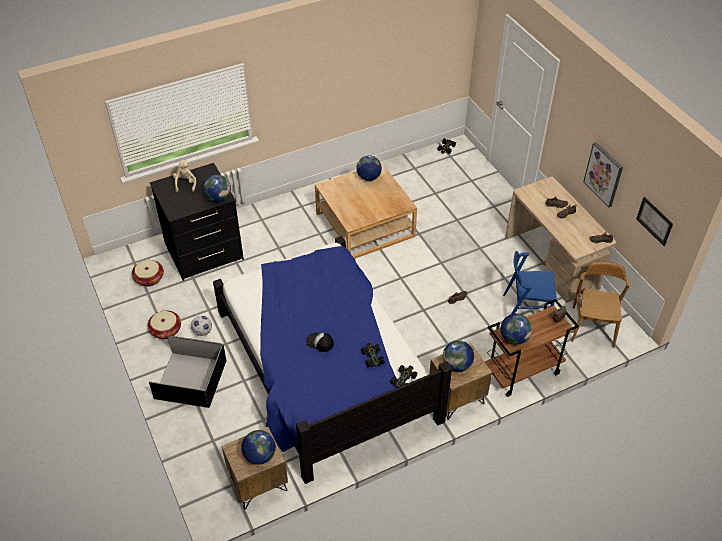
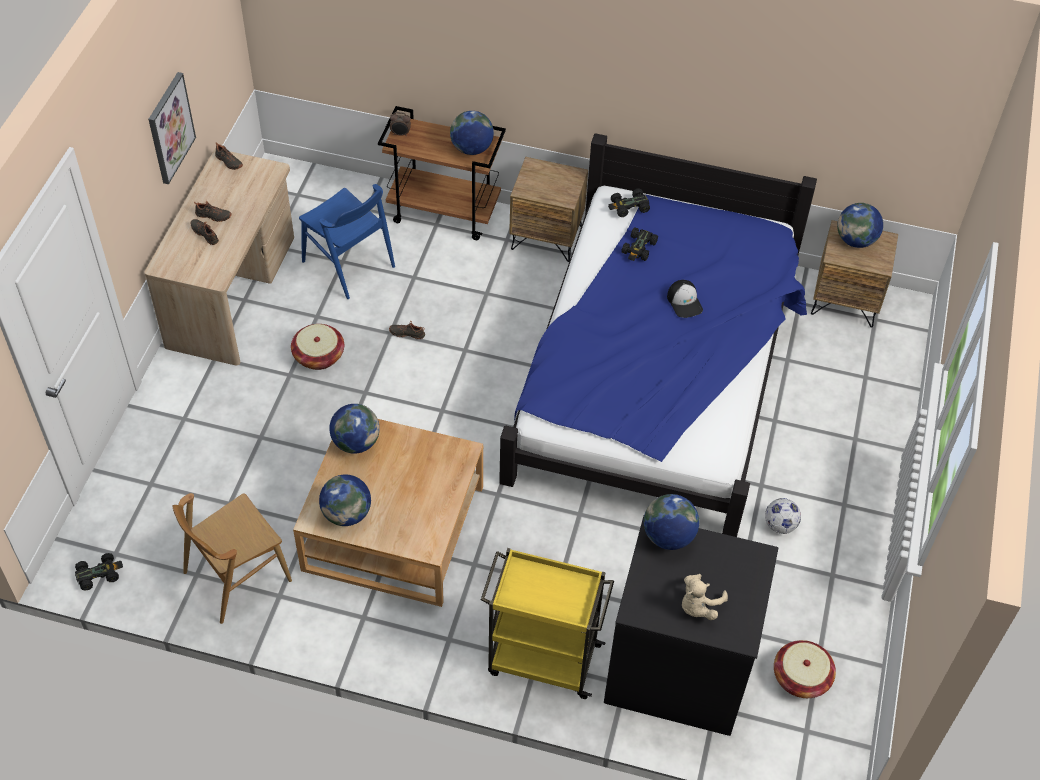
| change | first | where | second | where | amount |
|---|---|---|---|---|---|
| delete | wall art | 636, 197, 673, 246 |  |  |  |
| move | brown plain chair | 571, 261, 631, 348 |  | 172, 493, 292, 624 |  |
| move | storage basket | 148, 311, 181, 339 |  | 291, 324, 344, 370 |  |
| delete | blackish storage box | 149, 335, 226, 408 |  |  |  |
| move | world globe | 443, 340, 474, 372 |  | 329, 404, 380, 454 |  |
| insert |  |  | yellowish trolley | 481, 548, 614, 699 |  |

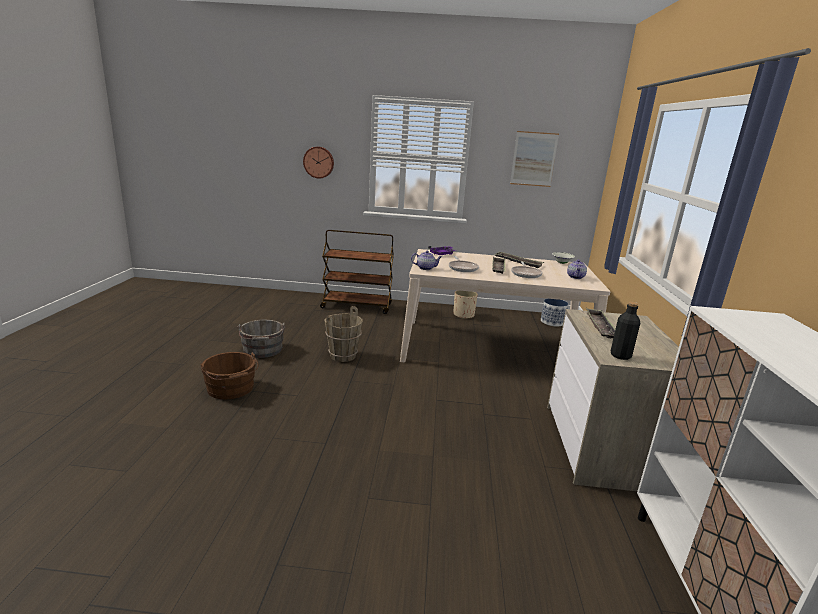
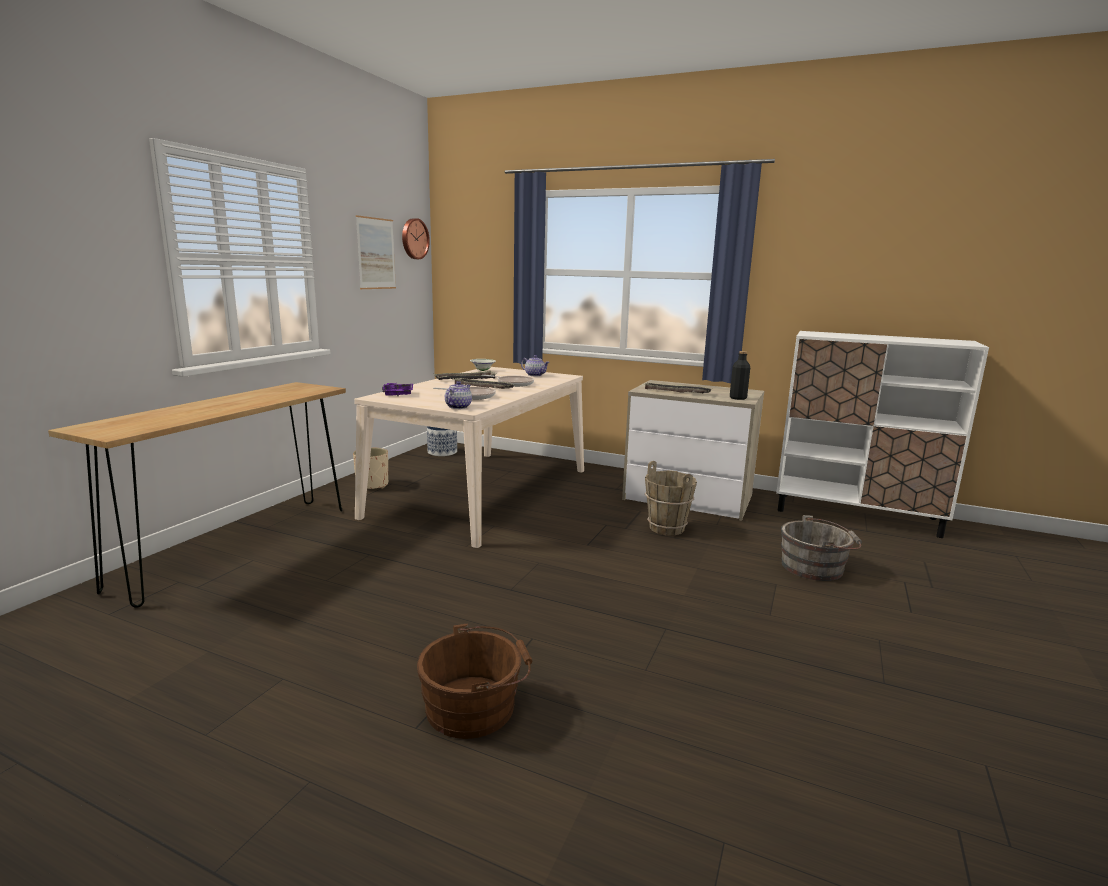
| change | first | where | second | where | amount |
|---|---|---|---|---|---|
| move | clock on the wall | 303, 147, 334, 178 |  | 402, 218, 430, 259 |  |
| replace | brown trolley | 320, 230, 394, 314 | brown narrow table | 48, 382, 346, 608 |  |
| move | brown pail | 324, 306, 363, 362 |  | 645, 461, 697, 536 |  |
| move | greyish pail | 238, 320, 285, 358 |  | 781, 515, 862, 581 |  |

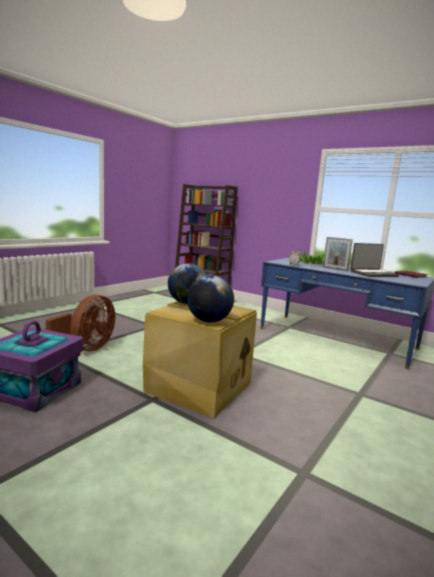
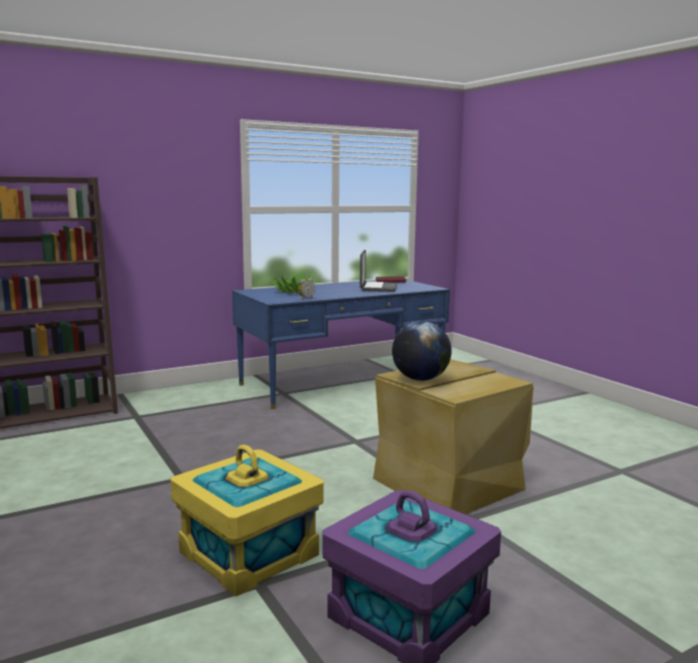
| change | first | where | second | where | amount |
|---|---|---|---|---|---|
| delete | photo frame | 323, 237, 353, 271 |  |  |  |
| delete | world globe | 187, 275, 234, 322 |  |  |  |
| replace | brown cooling fan | 46, 295, 115, 351 | yellowish storage box | 171, 445, 323, 597 |  |

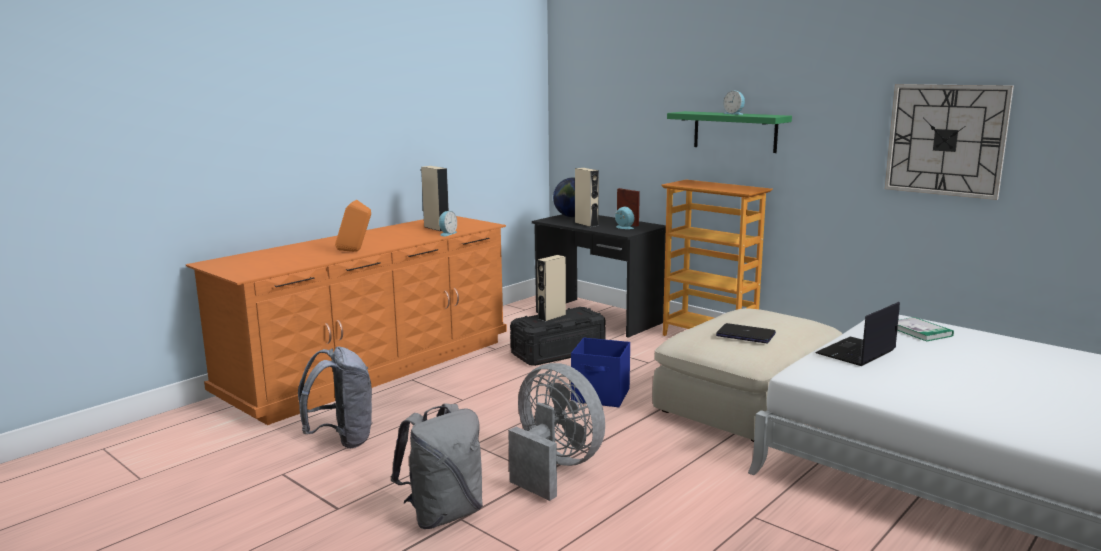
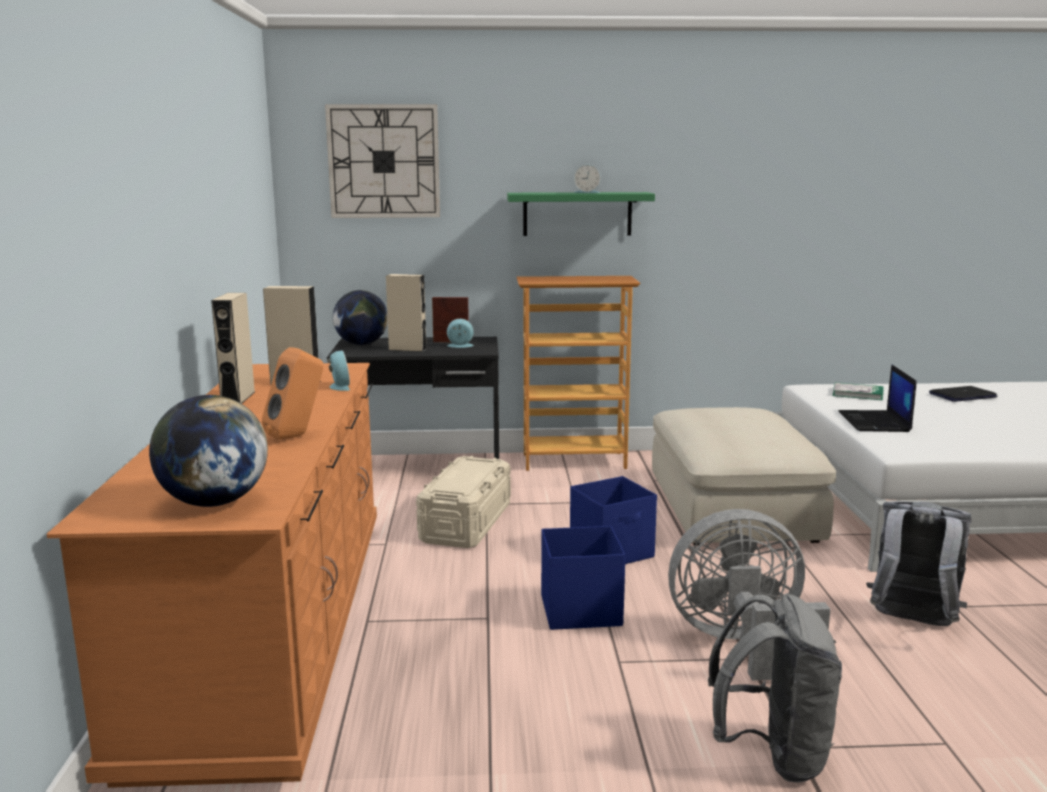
| change | first | where | second | where | amount |
|---|---|---|---|---|---|
| move | clock on the wall | 885, 84, 1014, 200 |  | 325, 104, 440, 218 |  |
| move | beige speaker | 537, 255, 566, 322 |  | 211, 293, 255, 404 |  |
| recolor | blackish storage box | 510, 307, 606, 366 | beige storage box | 416, 456, 511, 548 |  |
| move | portable computer | 716, 323, 776, 344 |  | 929, 386, 998, 402 |  |
| move | greyish backpack | 298, 347, 373, 449 |  | 866, 501, 972, 626 |  |
| insert |  |  | world globe | 149, 395, 268, 507 |  |
| insert |  |  | blue storage box | 541, 526, 625, 630 |  |

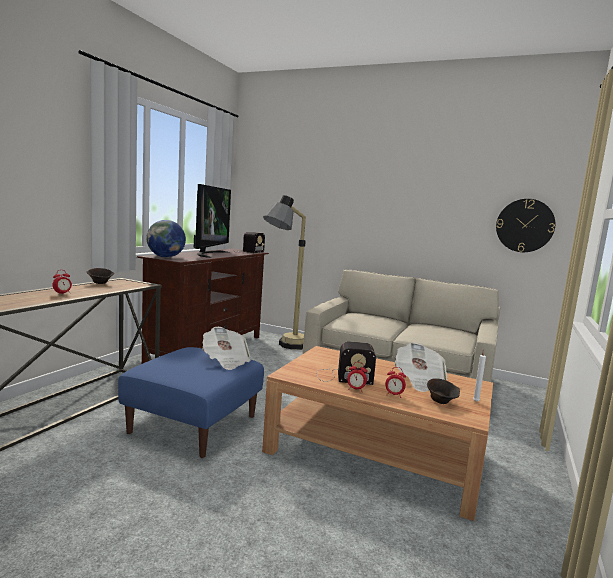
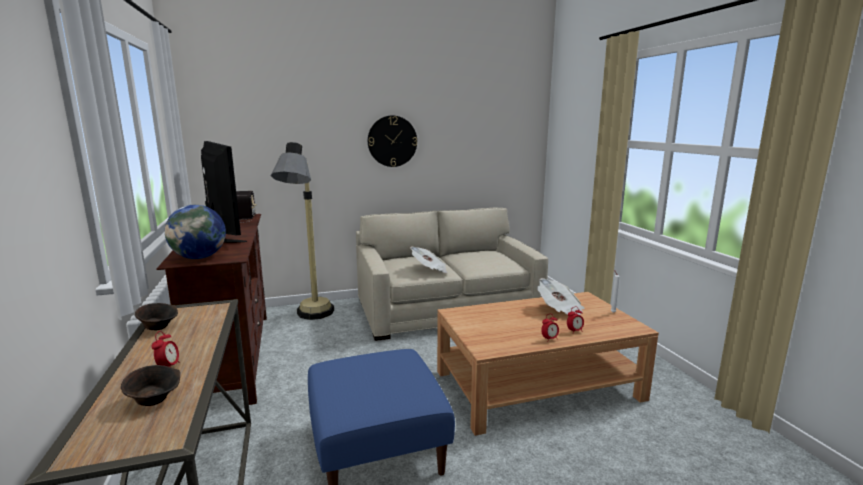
| change | first | where | second | where | amount |
|---|---|---|---|---|---|
| move | clock on the wall | 496, 199, 555, 252 |  | 368, 115, 417, 167 |  |
| move | printed paper | 202, 327, 250, 370 |  | 410, 247, 447, 273 |  |
| delete | radio receiver | 316, 341, 376, 385 |  |  |  |
| move | brown deep dish | 427, 378, 460, 404 |  | 121, 365, 180, 406 |  |

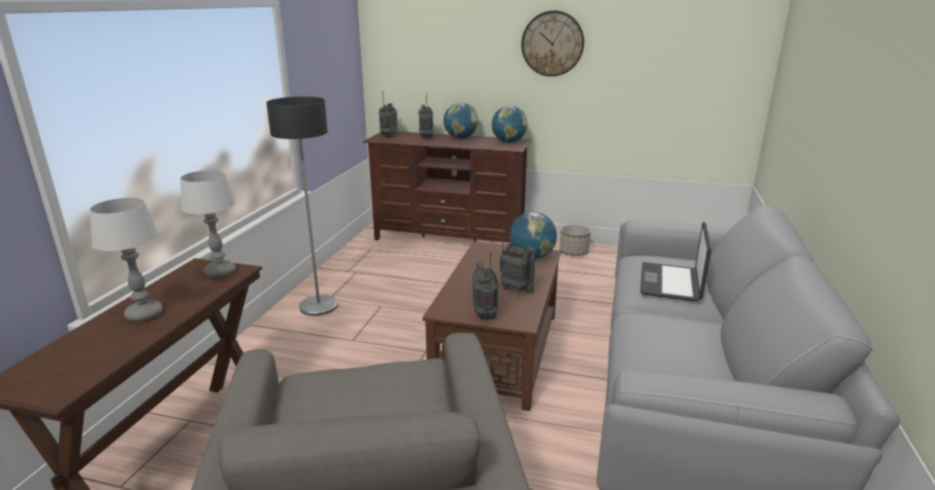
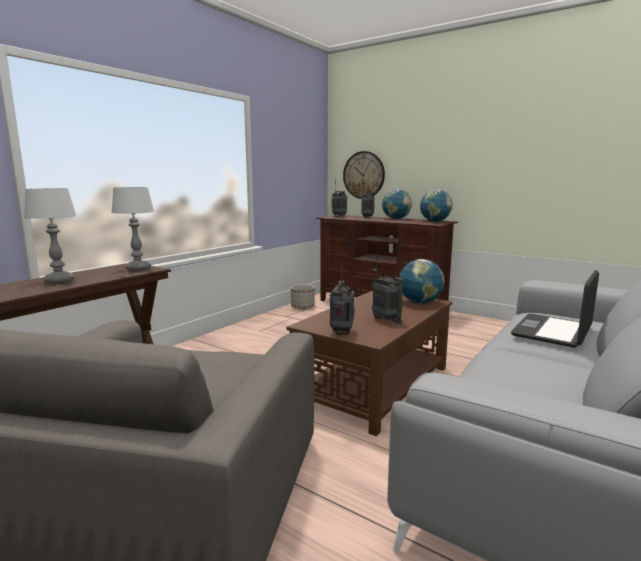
| change | first | where | second | where | amount |
|---|---|---|---|---|---|
| move | clock on the wall | 521, 10, 584, 77 |  | 343, 151, 385, 199 |  |
| delete | floor lamp | 266, 97, 338, 316 |  |  |  |
| move | flower pot | 560, 224, 591, 256 |  | 291, 285, 315, 309 |  |

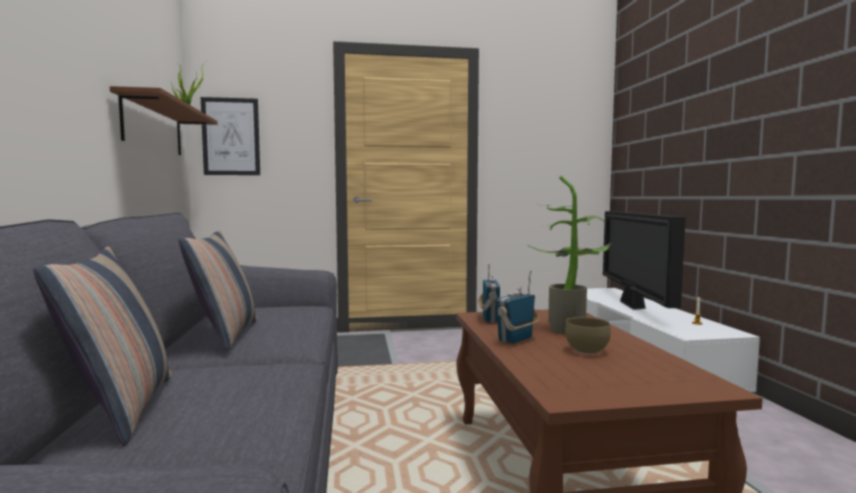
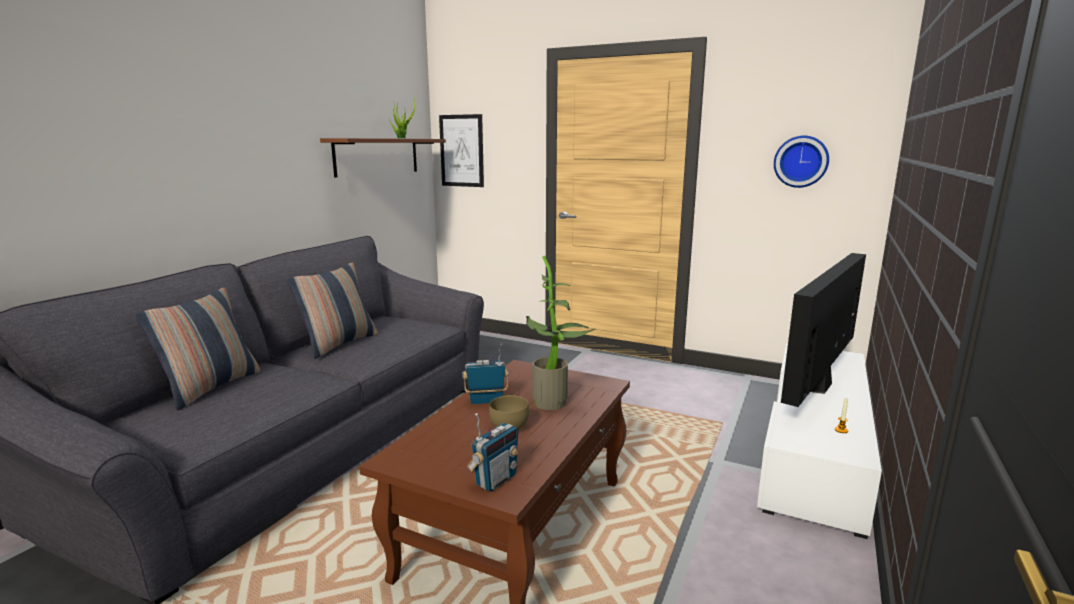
| change | first | where | second | where | amount |
|---|---|---|---|---|---|
| move | radio receiver | 478, 263, 501, 323 |  | 467, 413, 519, 492 |  |
| insert |  |  | clock on the wall | 774, 136, 829, 188 |  |

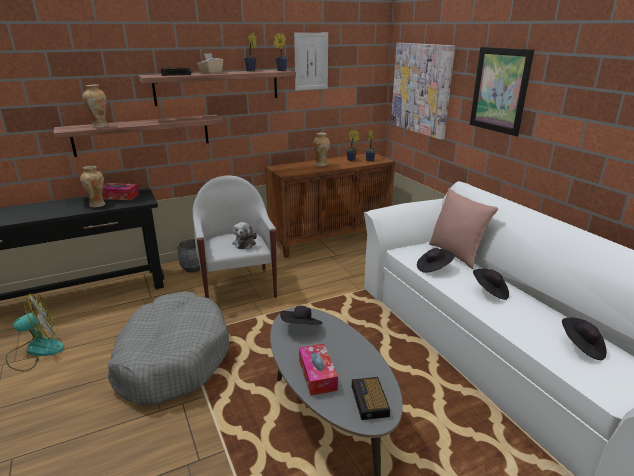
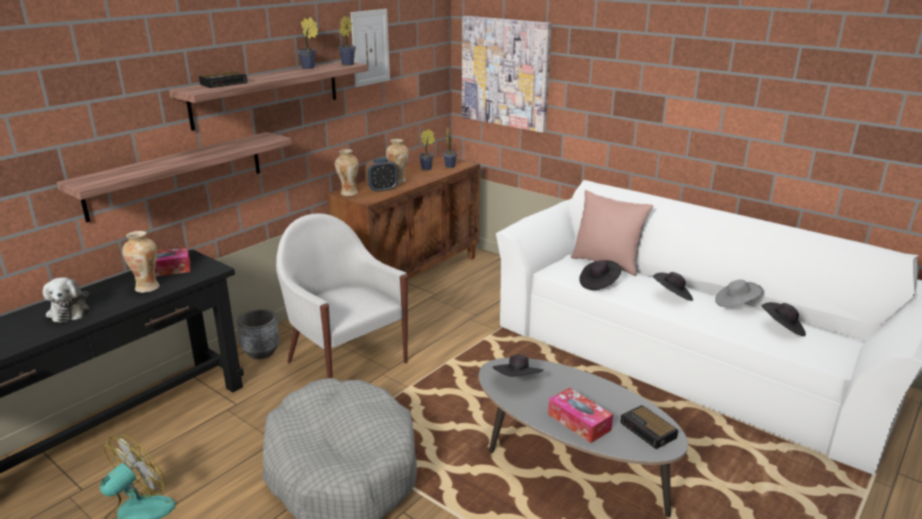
| change | first | where | second | where | amount |
|---|---|---|---|---|---|
| delete | wall art | 470, 47, 534, 136 |  |  |  |
| delete | beige tissue box | 197, 53, 223, 74 |  |  |  |
| move | flower vase | 82, 84, 109, 128 |  | 335, 149, 359, 196 |  |
| move | cuddly toy | 233, 222, 257, 249 |  | 43, 277, 89, 323 |  |
| insert |  |  | alarm clock | 365, 158, 398, 192 |  |
| insert |  |  | greyish wearable hat | 715, 280, 763, 307 |  |

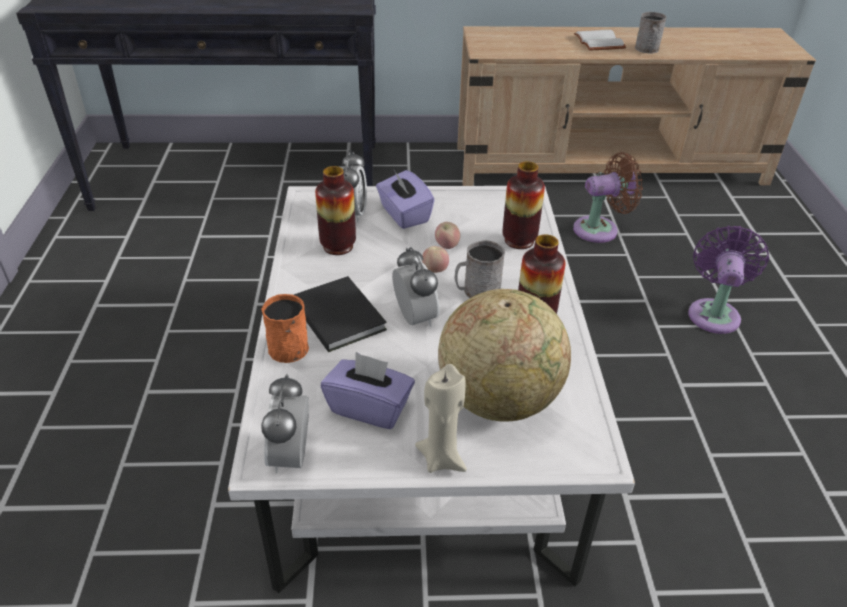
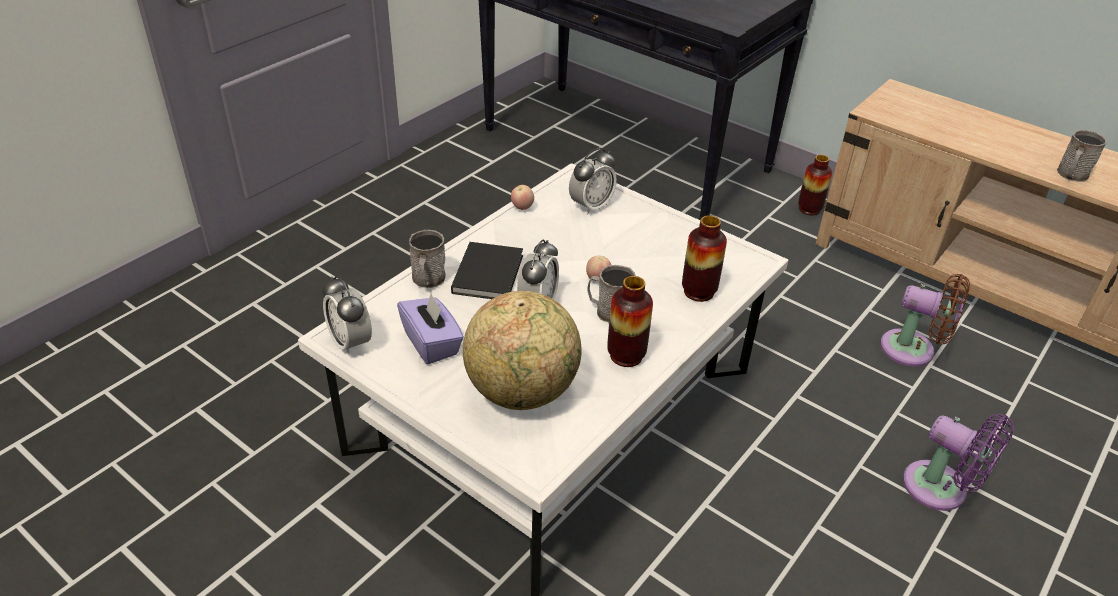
| change | first | where | second | where | amount |
|---|---|---|---|---|---|
| delete | white bound book | 574, 30, 626, 51 |  |  |  |
| move | flower vase | 315, 166, 356, 255 |  | 798, 155, 832, 215 |  |
| delete | purplish tissue box | 376, 170, 435, 229 |  |  |  |
| move | apple | 435, 222, 460, 249 |  | 511, 185, 534, 210 |  |
| rotate | purplish cooling fan | 688, 226, 769, 334 |  | 903, 414, 1015, 511 | 75 degrees clockwise |
| recolor | orangey coffee mug | 261, 294, 309, 363 | greyish coffee mug | 409, 230, 446, 288 |  |
| delete | beige candle | 415, 364, 467, 473 |  |  |  |
| rotate | alarm clock | 261, 374, 309, 474 |  | 322, 276, 372, 356 | 75 degrees counterclockwise |

